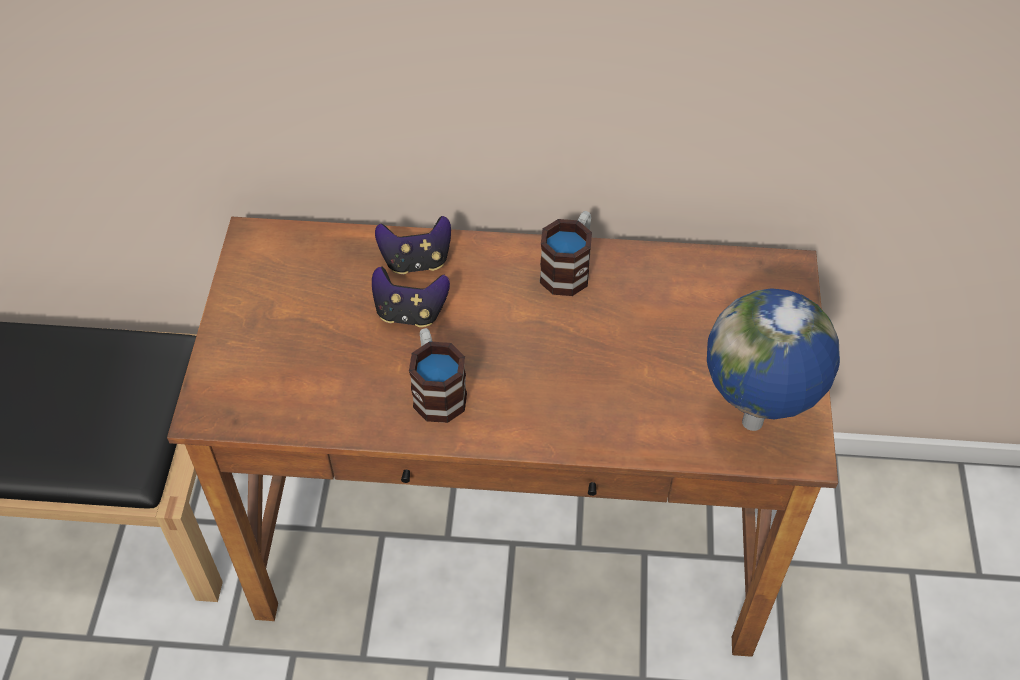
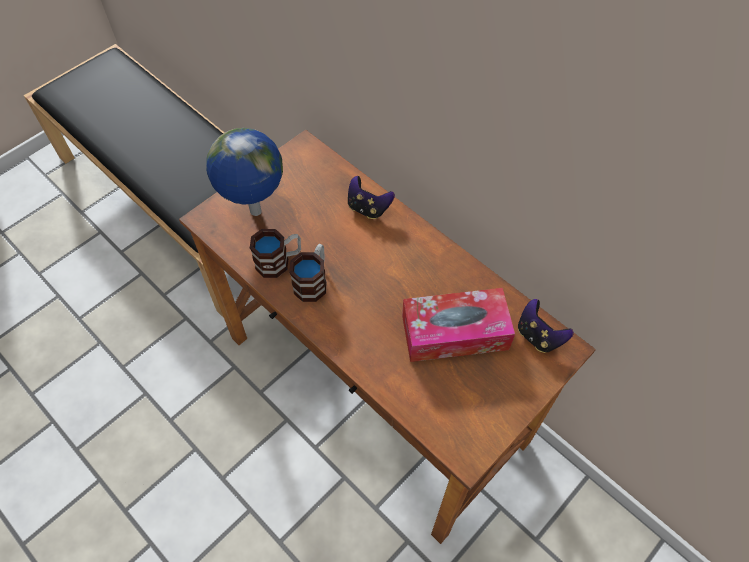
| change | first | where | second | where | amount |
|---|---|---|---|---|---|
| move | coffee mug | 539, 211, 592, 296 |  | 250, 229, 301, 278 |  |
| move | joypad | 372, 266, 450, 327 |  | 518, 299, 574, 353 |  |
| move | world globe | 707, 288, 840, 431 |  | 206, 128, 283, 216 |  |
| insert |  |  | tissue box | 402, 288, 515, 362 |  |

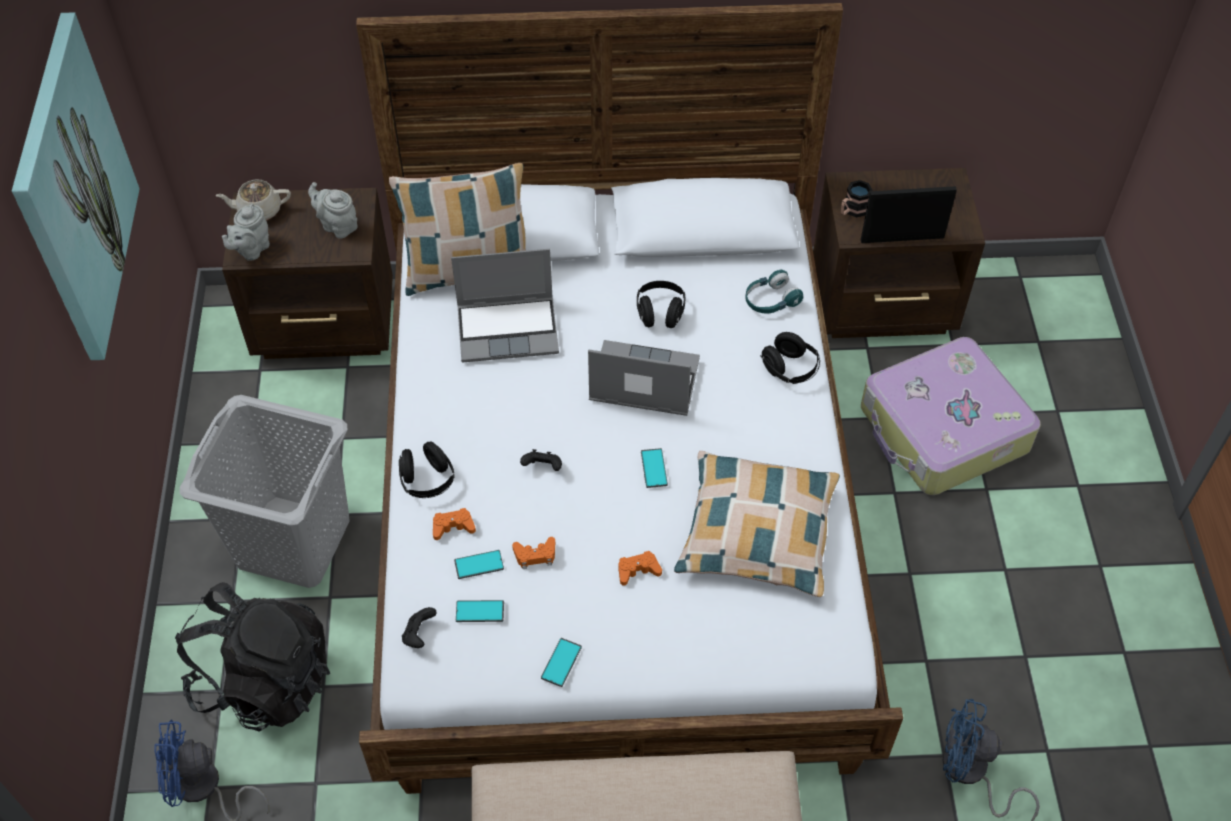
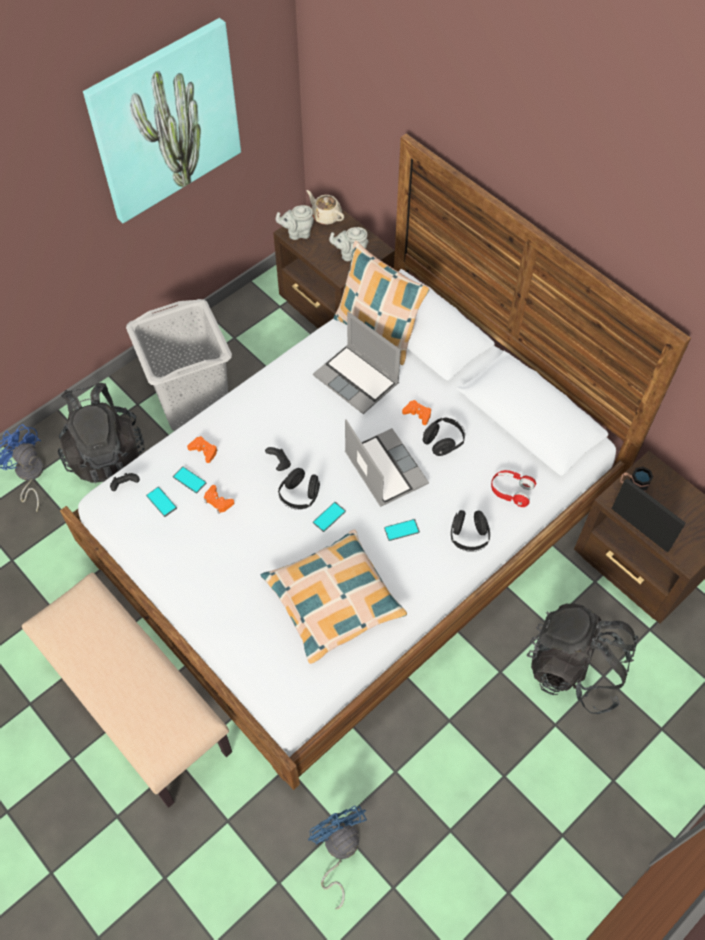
| change | first | where | second | where | amount |
|---|---|---|---|---|---|
| rotate | greyish teapot | 308, 182, 358, 239 |  | 329, 227, 368, 261 | 90 degrees counterclockwise |
| recolor | blue-green headset | 745, 270, 803, 313 | red headset | 491, 470, 536, 507 |  |
| replace | travel case | 861, 337, 1041, 495 | blackish backpack | 527, 604, 638, 714 |  |
| move | blackish headset | 399, 441, 455, 498 |  | 278, 468, 320, 510 |  |
| move | orangey joypad | 619, 551, 662, 585 |  | 402, 400, 431, 425 |  |
| move | telephone | 541, 638, 582, 687 |  | 384, 519, 420, 541 |  |

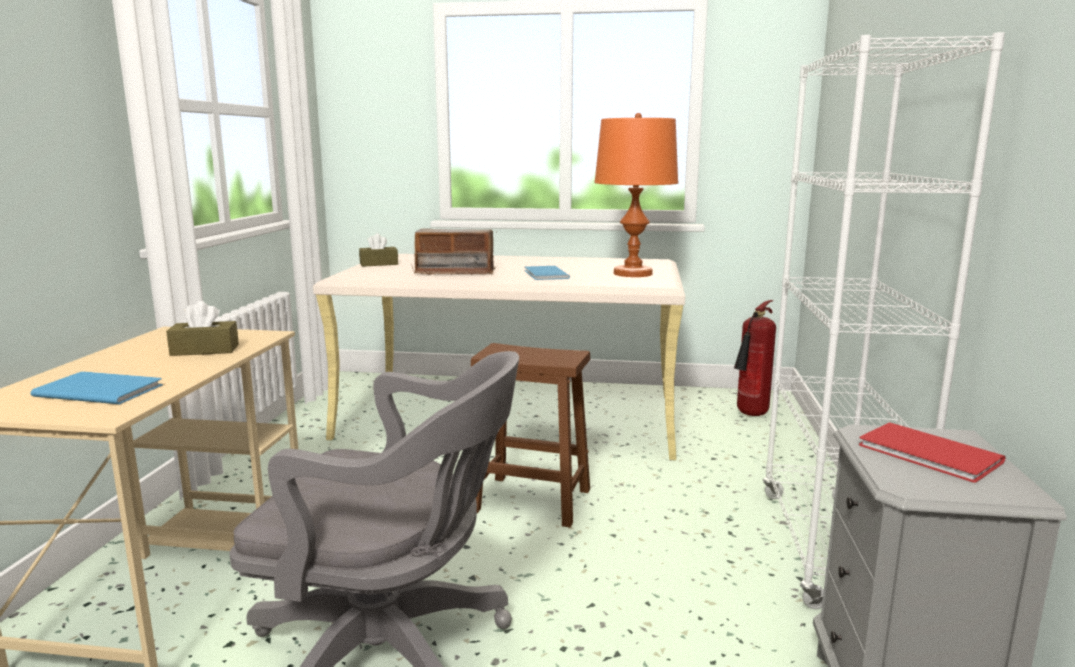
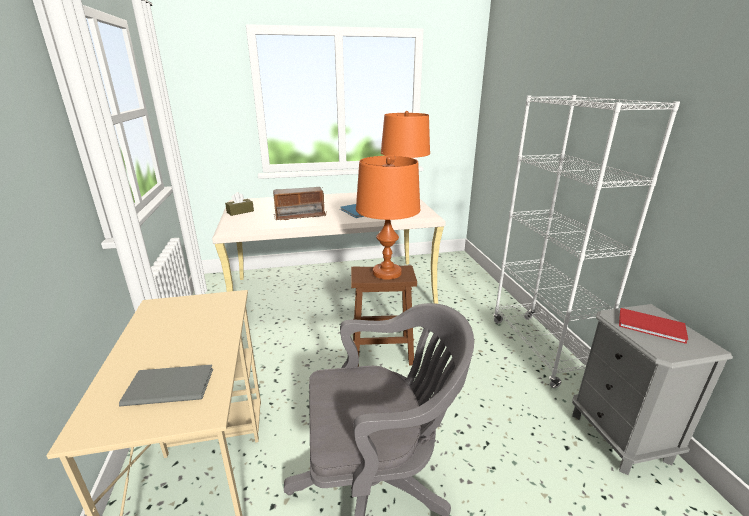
| change | first | where | second | where | amount |
|---|---|---|---|---|---|
| delete | fire extinguisher | 734, 300, 776, 416 |  |  |  |
| delete | brown tissue box | 166, 301, 239, 356 |  |  |  |
| recolor | blue bound book | 30, 371, 163, 404 | greyish bound book | 119, 365, 213, 406 |  |
| insert |  |  | orangey table lamp | 356, 156, 420, 280 |  |

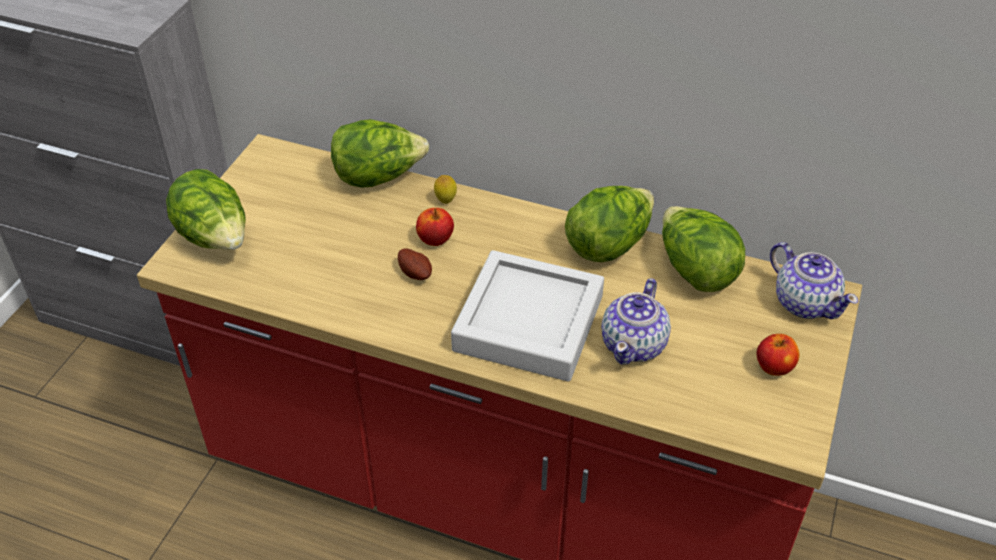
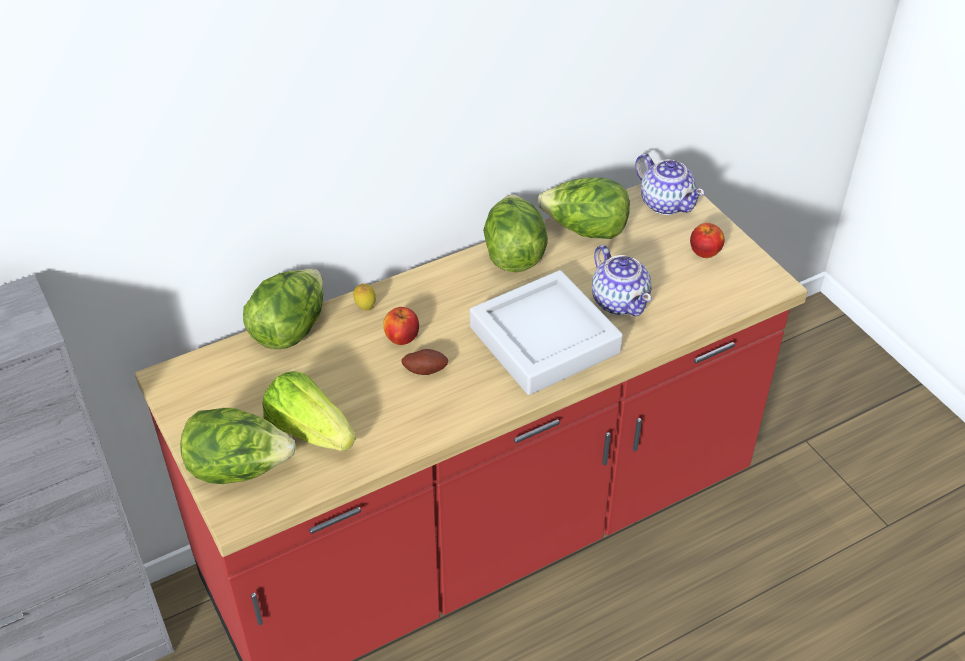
| change | first | where | second | where | amount |
|---|---|---|---|---|---|
| rotate | teapot | 770, 242, 858, 319 |  | 635, 154, 705, 215 | 45 degrees clockwise |
| insert |  |  | lettuce head | 262, 371, 355, 451 |  |

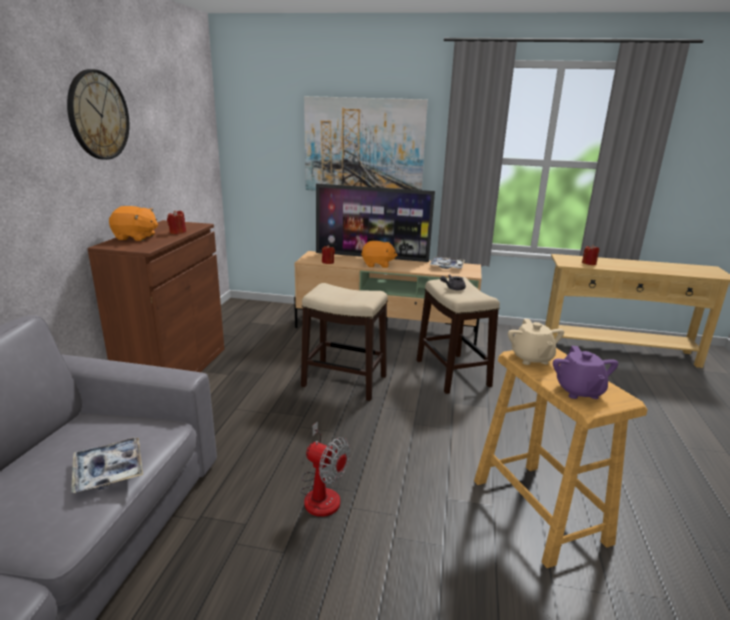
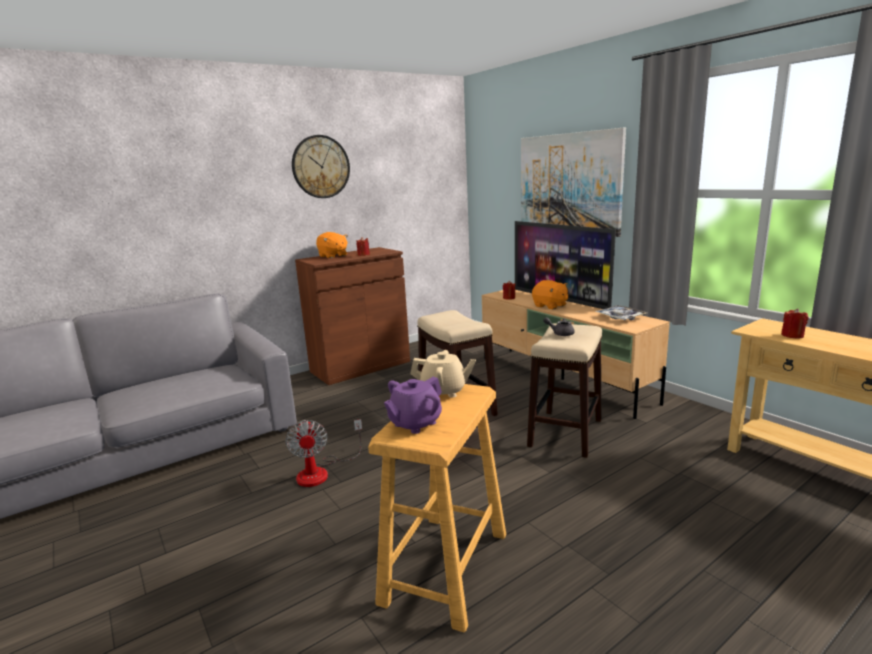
| change | first | where | second | where | amount |
|---|---|---|---|---|---|
| rotate | beige teapot | 508, 319, 564, 365 |  | 410, 350, 476, 398 | 120 degrees counterclockwise |
| delete | serving tray | 71, 437, 143, 494 |  |  |  |

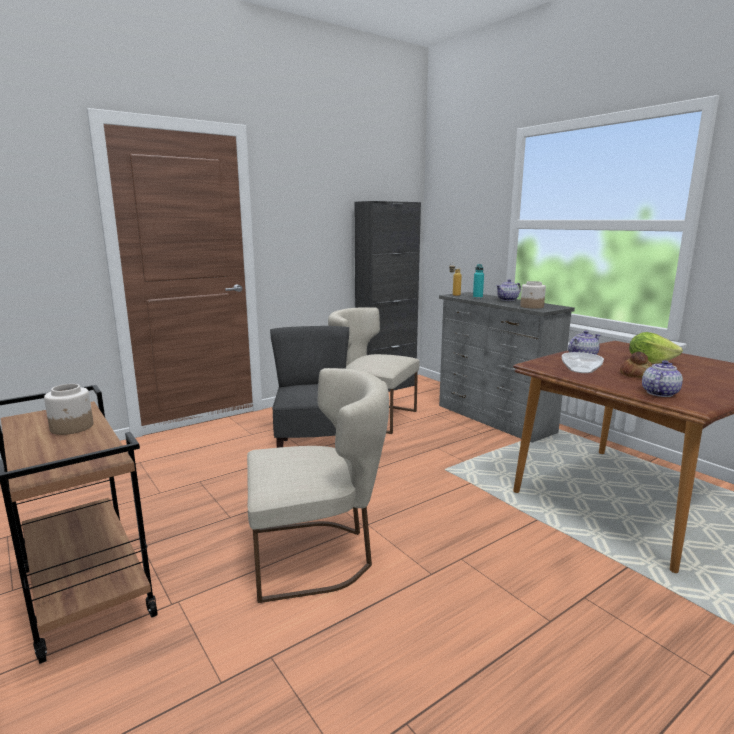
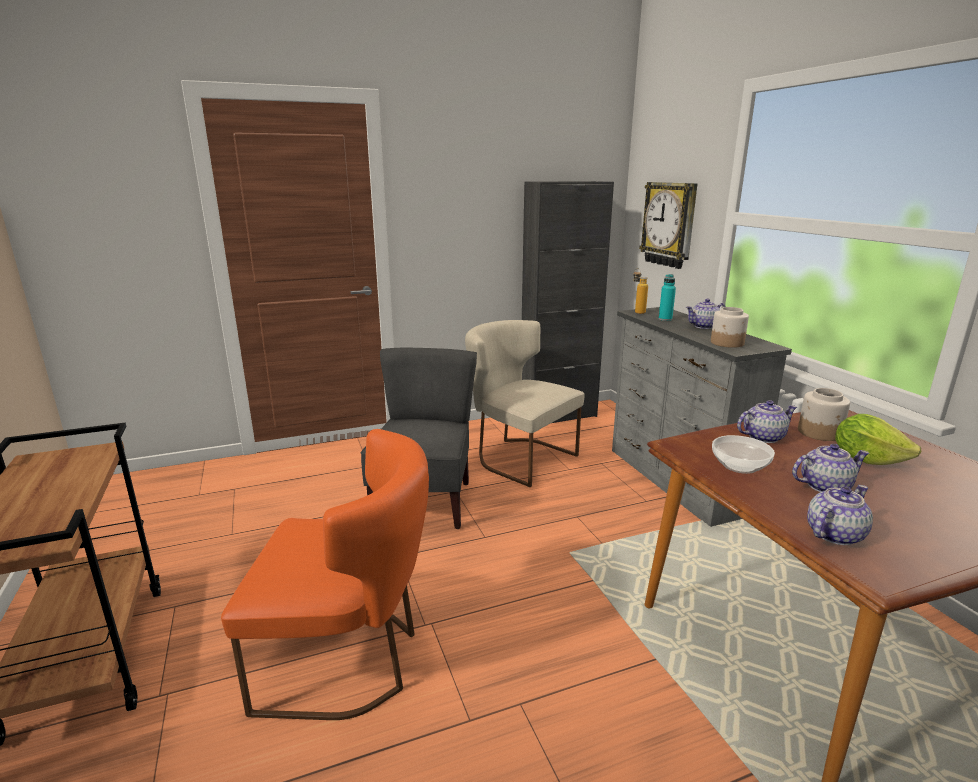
| change | first | where | second | where | amount |
|---|---|---|---|---|---|
| replace | bread | 620, 352, 652, 378 | teapot | 792, 444, 869, 492 |  |
| recolor | beige plain chair | 247, 368, 389, 603 | orangey plain chair | 221, 429, 429, 720 |  |
| move | preserve jar | 44, 384, 93, 435 |  | 798, 388, 850, 441 |  |
| insert |  |  | clock on the wall | 639, 182, 697, 269 |  |

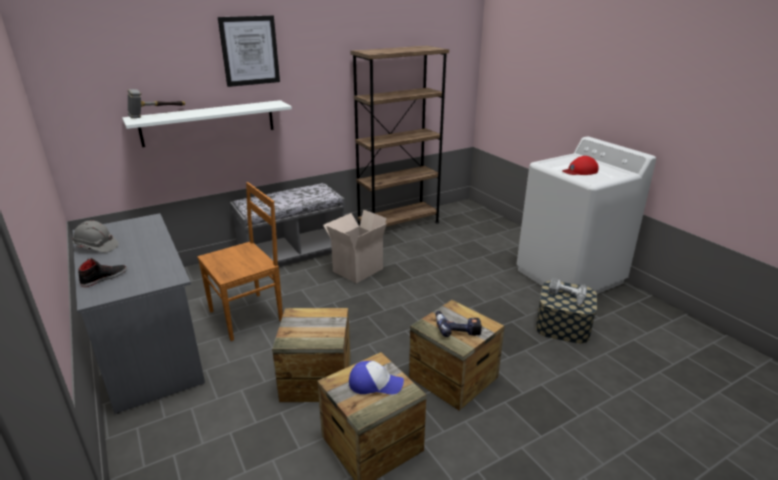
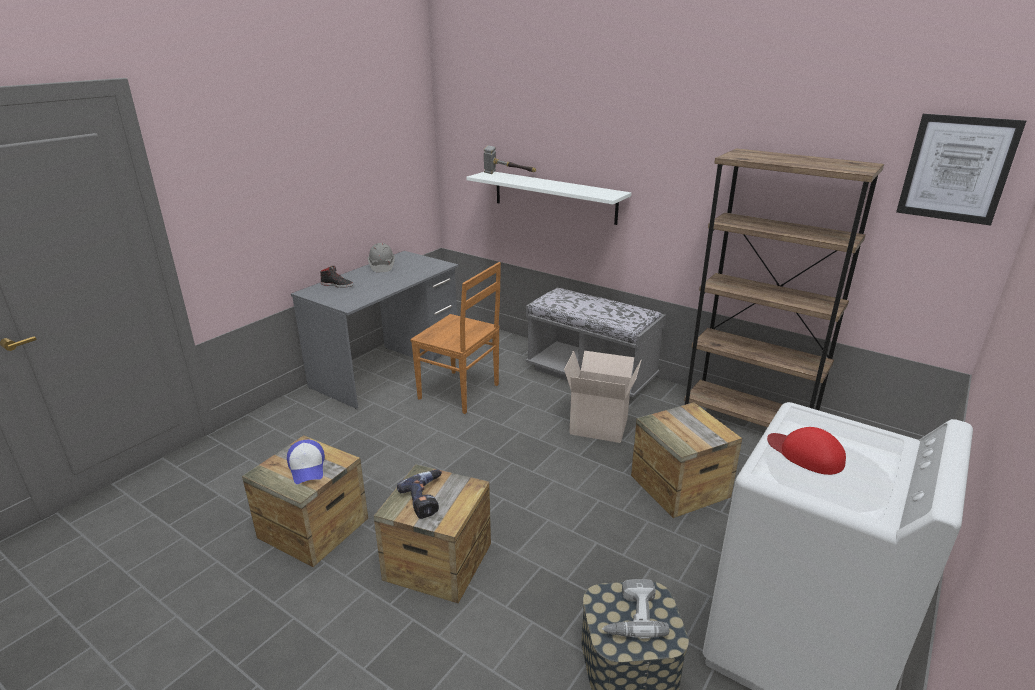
| change | first | where | second | where | amount |
|---|---|---|---|---|---|
| move | wall art | 218, 15, 280, 87 |  | 896, 114, 1026, 226 |  |
| move | shipping crate | 272, 308, 351, 402 |  | 631, 402, 742, 518 |  |

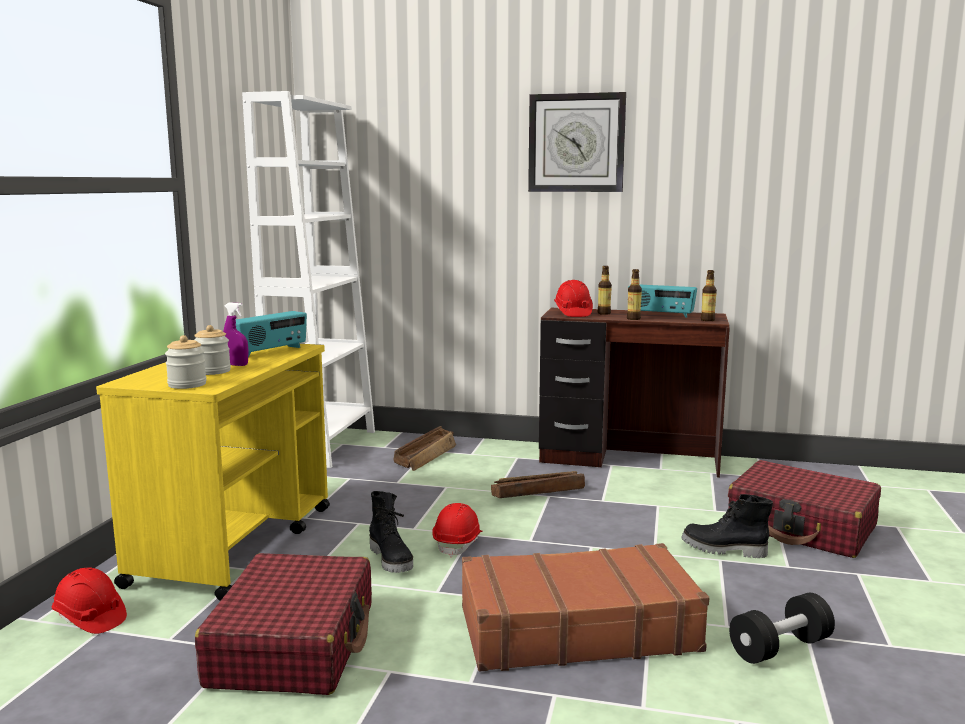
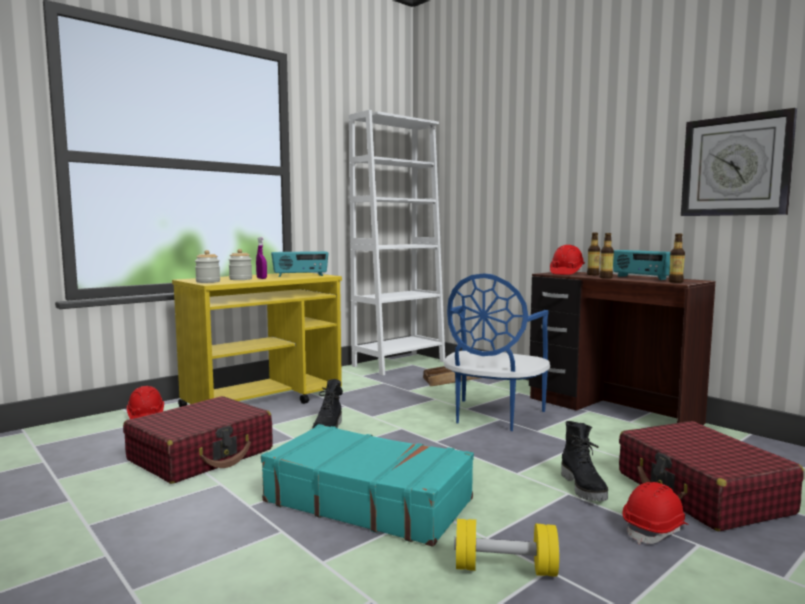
| change | first | where | second | where | amount |
|---|---|---|---|---|---|
| move | clock on the wall | 528, 92, 626, 192 |  | 681, 108, 797, 216 |  |
| replace | shipping crate | 491, 471, 585, 498 | blue plain chair | 444, 274, 550, 431 |  |
| rotate | blackish boot | 681, 494, 773, 558 |  | 561, 421, 608, 501 | 150 degrees counterclockwise |
| move | red safety helmet | 432, 503, 482, 557 |  | 623, 482, 689, 544 |  |
| recolor | brown travel case | 462, 543, 709, 672 | blue-green travel case | 261, 424, 474, 547 |  |
| recolor | blackish free weight | 729, 593, 835, 664 | yellowish free weight | 454, 519, 559, 577 |  |

